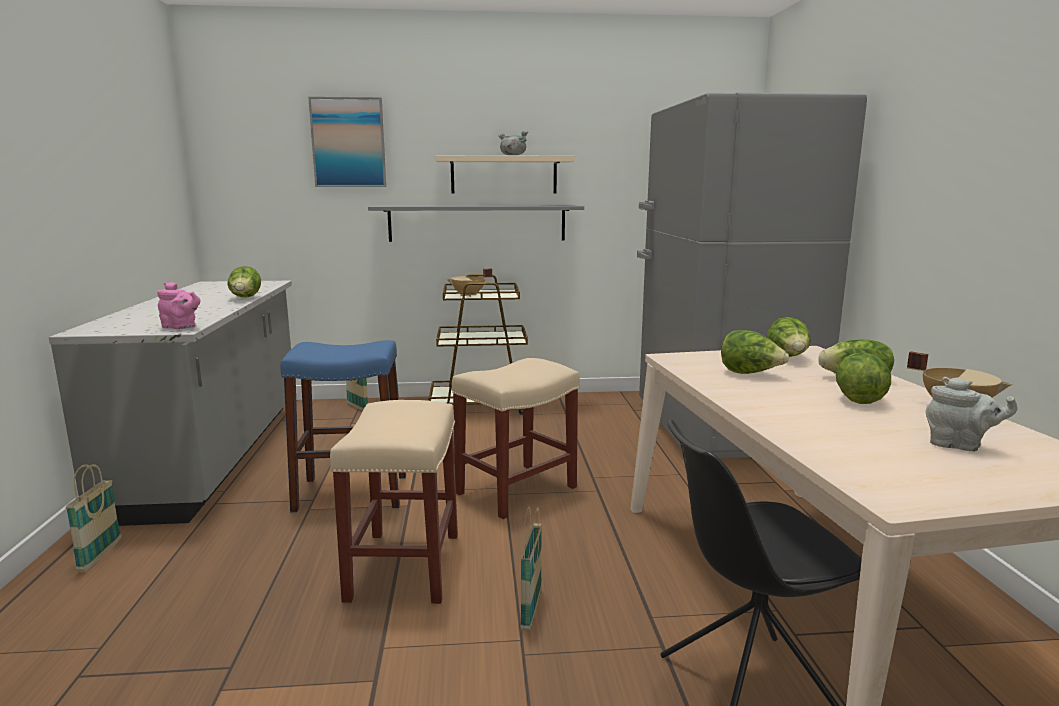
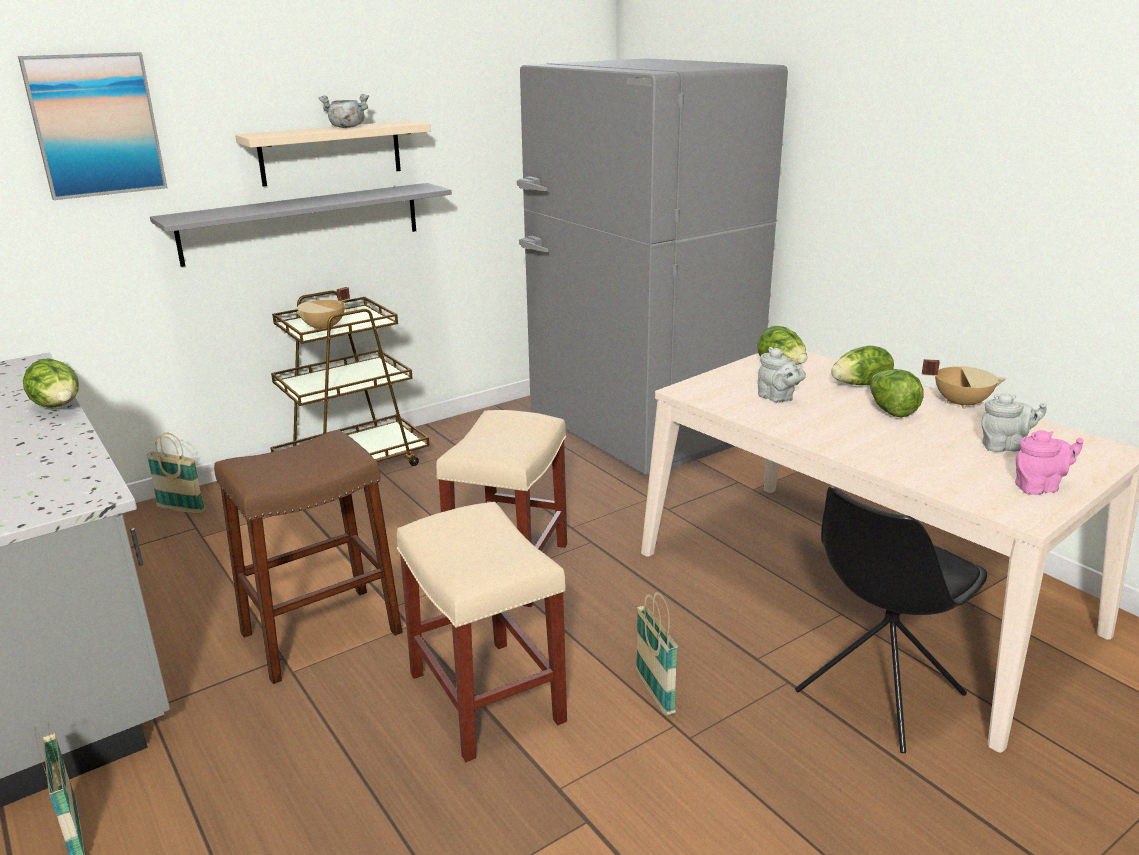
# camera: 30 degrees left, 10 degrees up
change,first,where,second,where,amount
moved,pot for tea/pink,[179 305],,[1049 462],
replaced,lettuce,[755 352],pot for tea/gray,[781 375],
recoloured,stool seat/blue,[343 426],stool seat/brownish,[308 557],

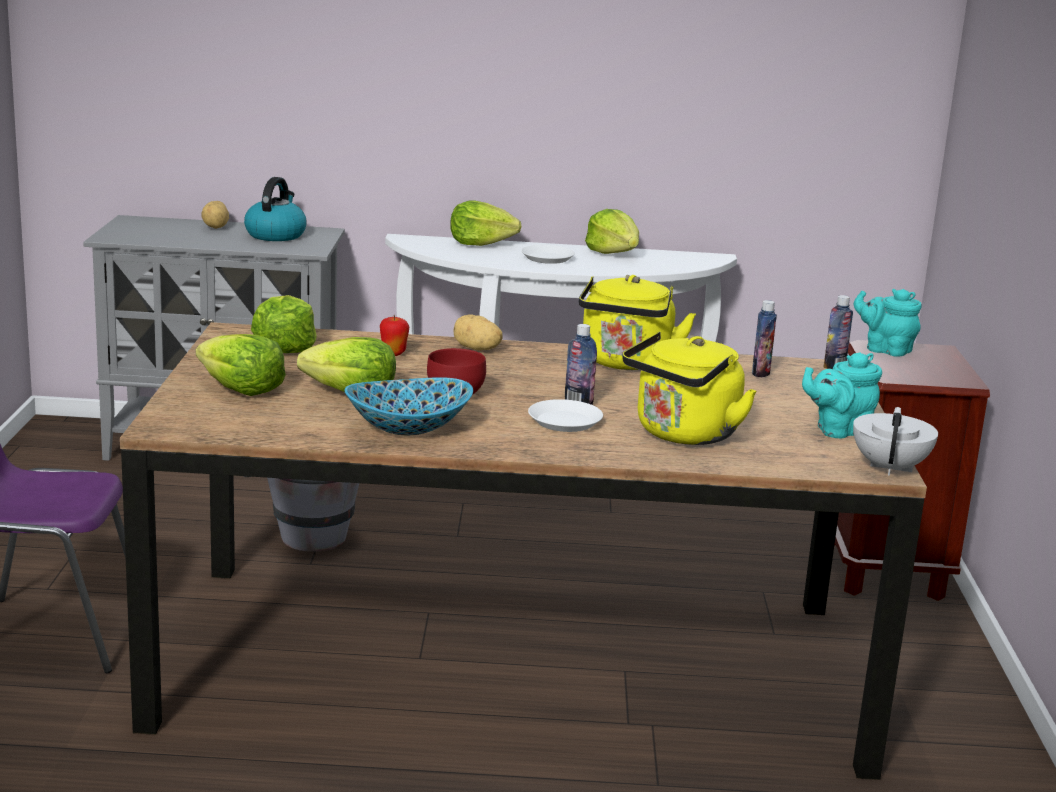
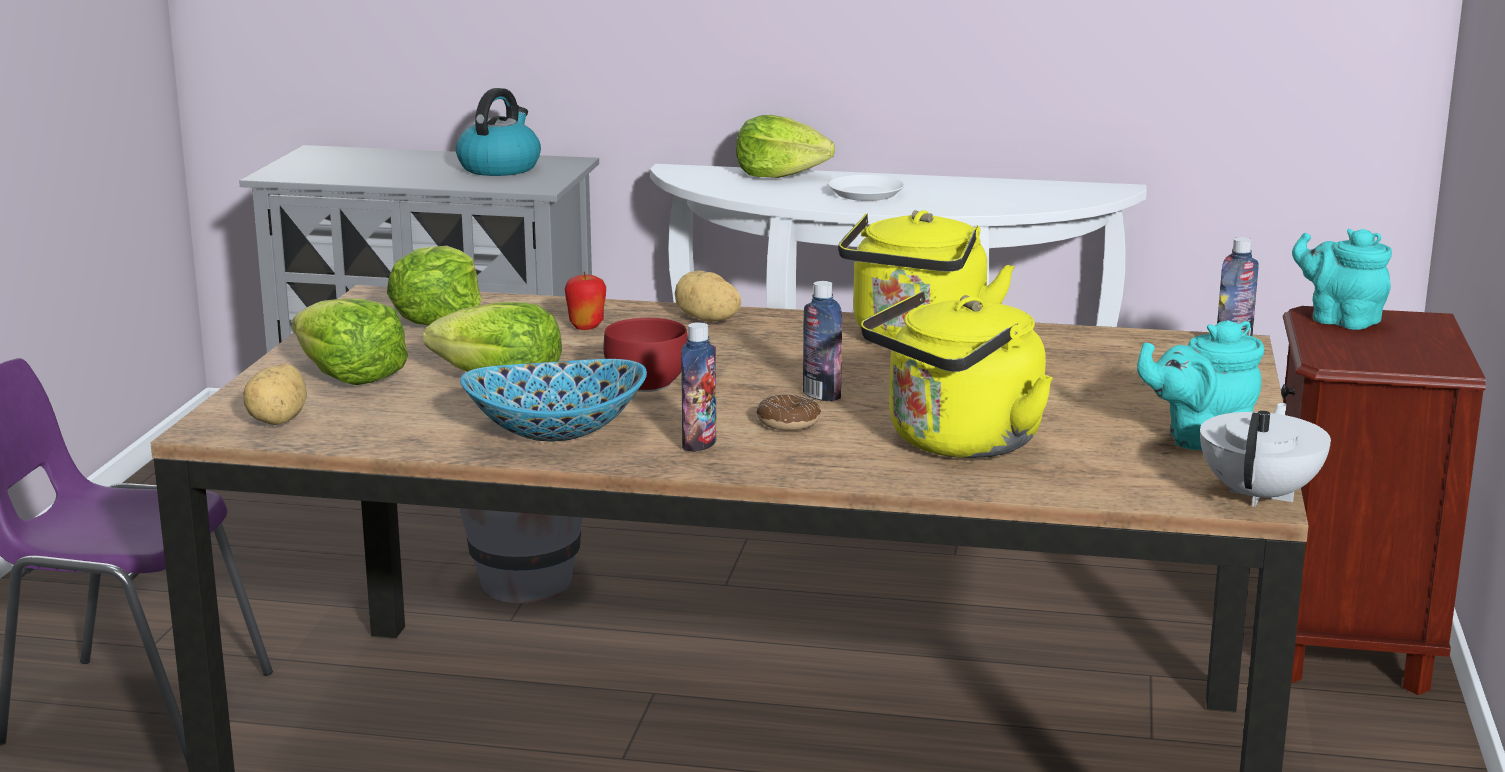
# camera: 10 degrees right, 0 degrees up
change,first,where,second,where,amount
moved,spud,[215 215],,[275 394],
removed,lettuce,[612 231],,,
moved,beverage bottle,[764 339],,[699 387],
replaced,dinner plate/white,[565 415],ring doughnut,[788 413],

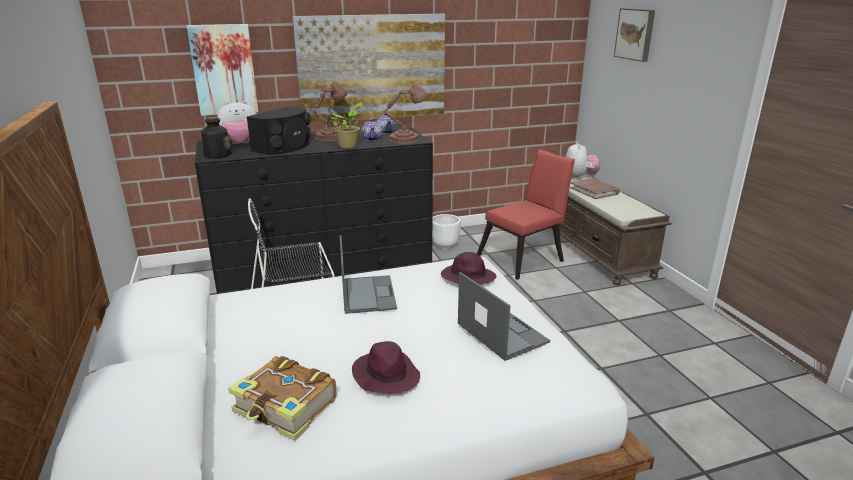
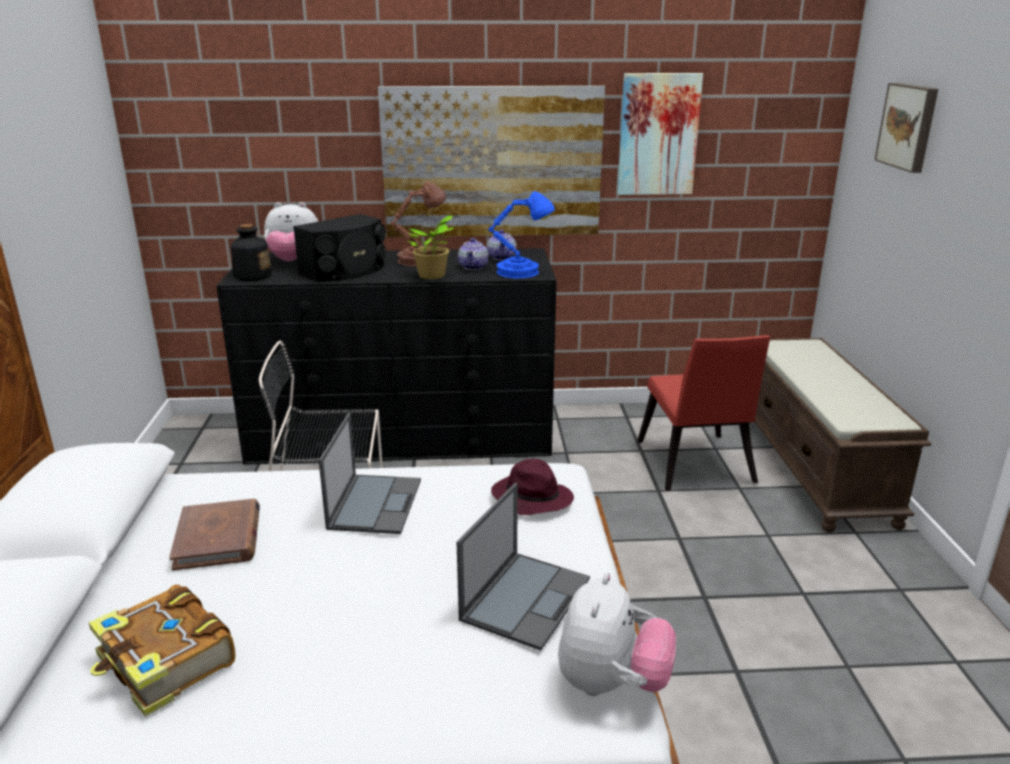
# camera: 15 degrees right, 0 degrees up
change,first,where,second,where,amount
moved,picture,[222 70],,[660 134],
recoloured,table lamp/brownish,[406 114],table lamp/blue,[521 234],
moved,plush toy,[583 161],,[617 634],
turned,plain chair/reddish,[526 214],,[703 413],105 degrees clockwise
moved,bound book/brownish,[595 188],,[214 535],
removed,planter/white,[446 231],,,
turned,notebook computer,[504 316],,[523 567],45 degrees clockwise
removed,clothing hat/purple-coloured,[386 367],,,

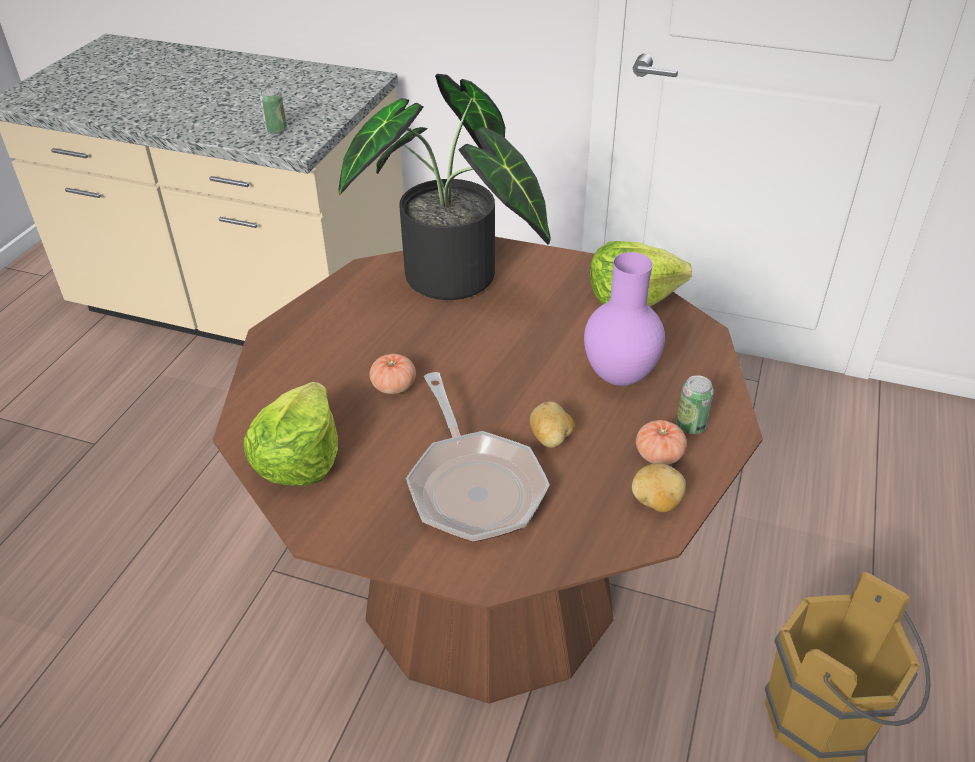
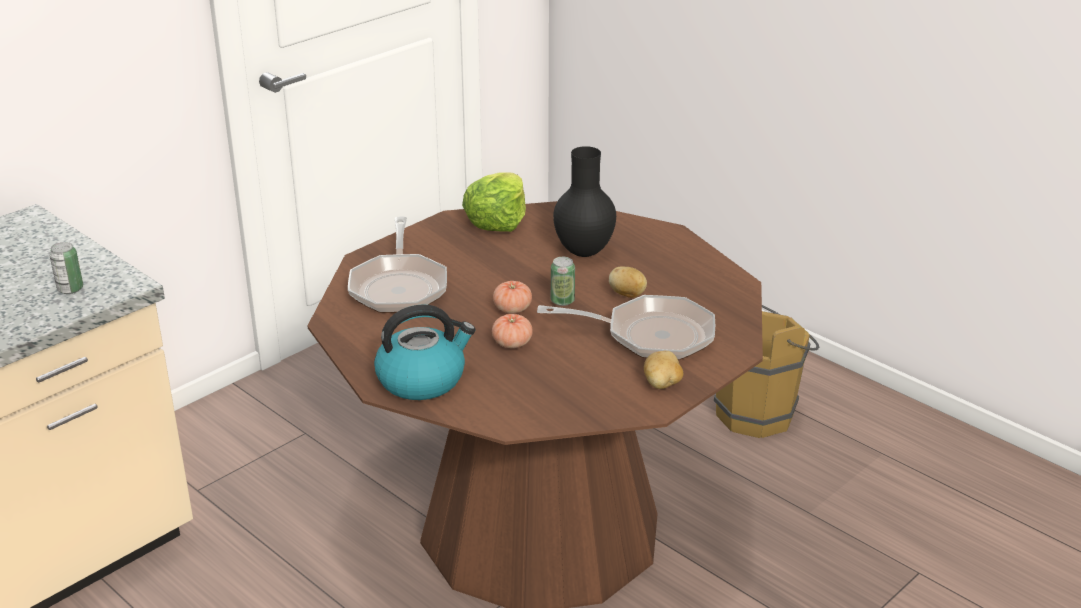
# camera: 65 degrees left, 10 degrees down
change,first,where,second,where,amount
replaced,plant in a pot,[444 187],pan,[397 264],
recoloured,decorative vase/purple-coloured,[624 319],decorative vase/black,[584 201],
moved,can,[695 404],,[563 281],
removed,lettuce,[291 434],,,
moved,fresh tomato,[661 442],,[512 297],
moved,spud,[659 487],,[663 370],
added,,,water kettle,[425 352],

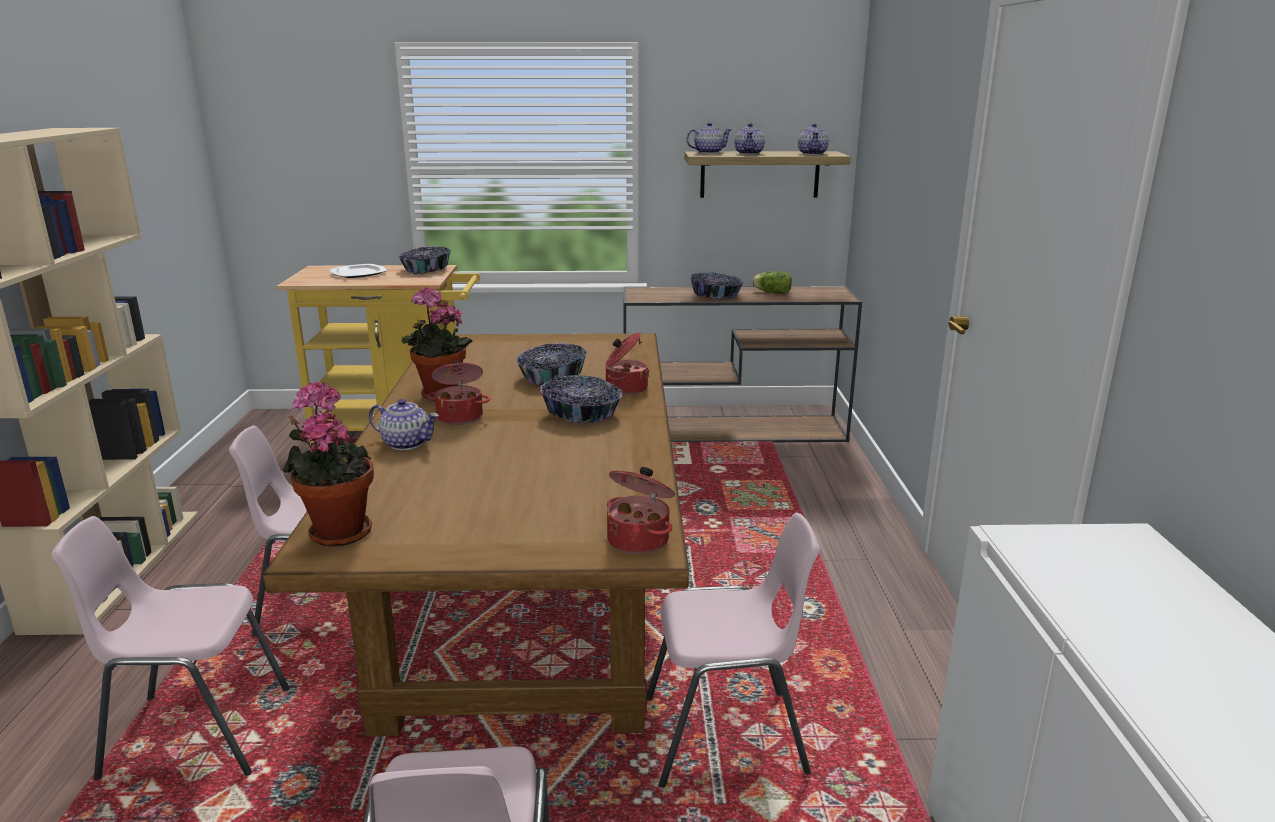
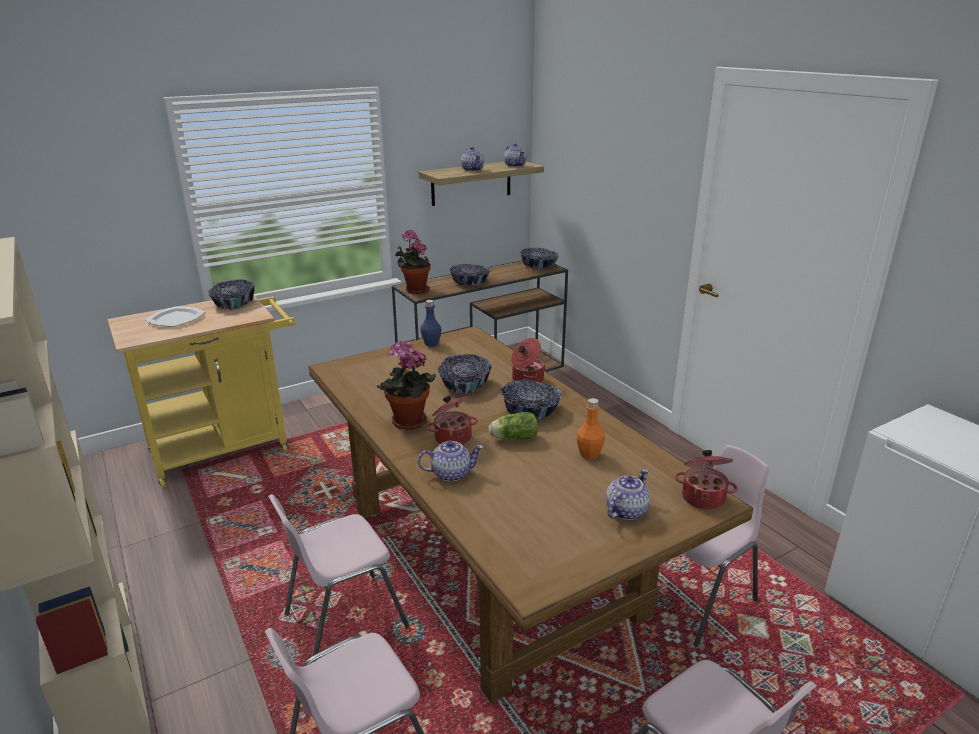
# camera: 30 degrees left, 5 degrees up
change,first,where,second,where,amount
moved,pot for tea,[708 138],,[628 494],
moved,lettuce,[772 282],,[513 426],
moved,plant in a pot,[328 464],,[413 262],
added,,,deep dish,[539 258],
added,,,beverage bottle/blue,[431 323],
added,,,beverage bottle/orange,[591 429],

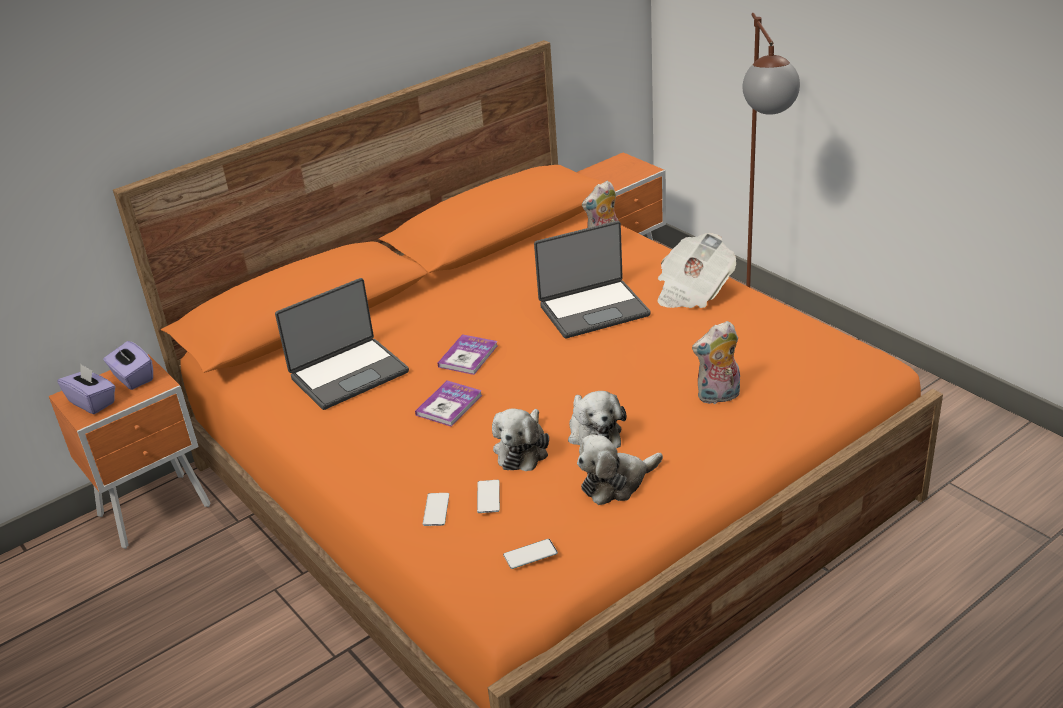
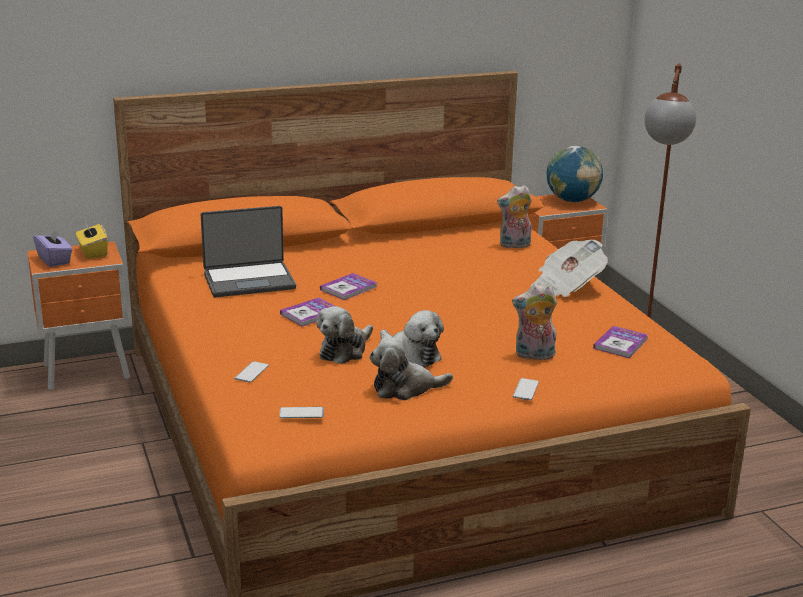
# camera: 15 degrees right, 10 degrees down
change,first,where,second,where,amount
removed,notebook computer,[592 280],,,
recoloured,tissue holder/purple-coloured,[128 365],tissue holder/yellow-coloured,[92 240],
turned,plush toy,[597 419],,[412 338],45 degrees counterclockwise
moved,telephone,[488 496],,[526 389],
added,,,globe,[575 174],
added,,,bound book,[620 342],

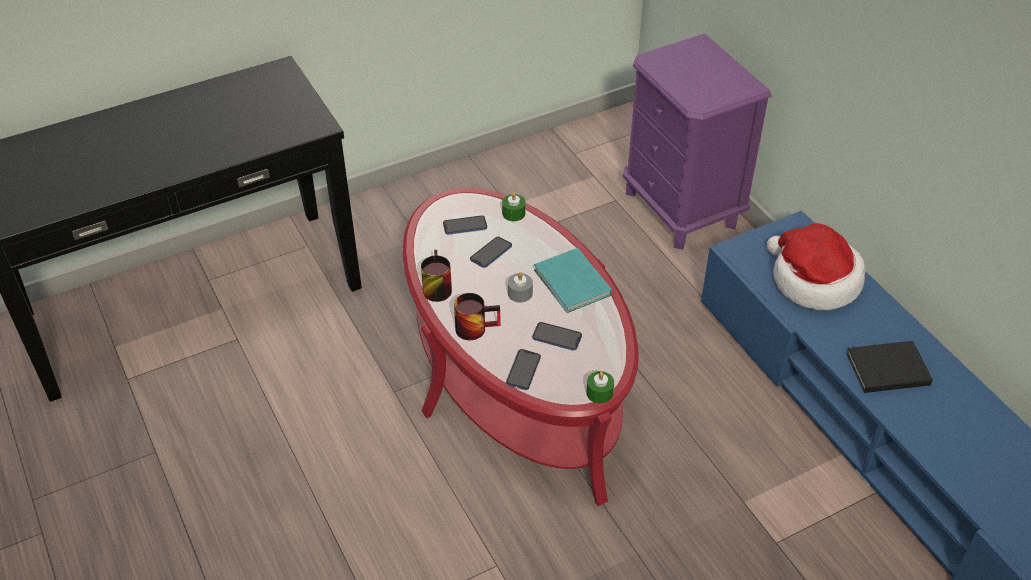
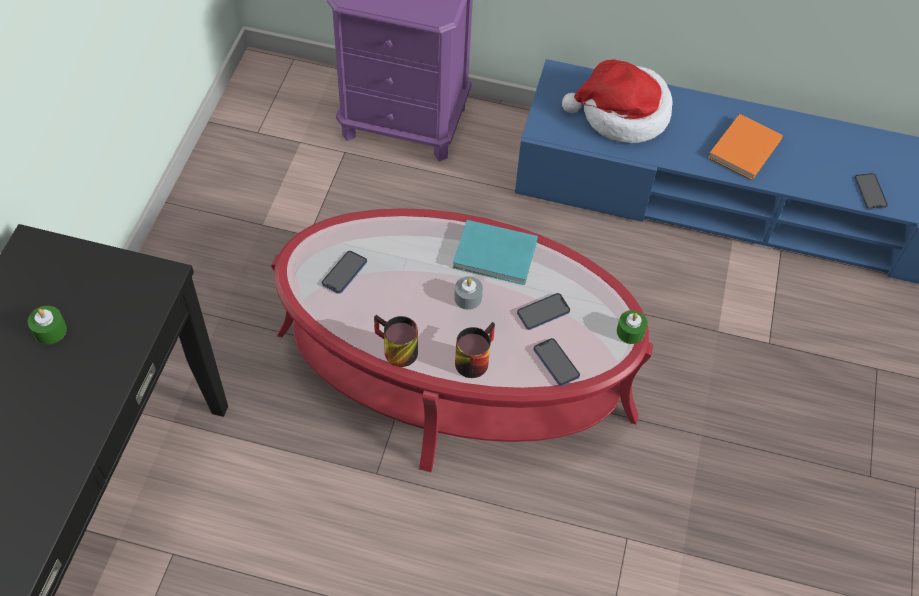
# camera: 50 degrees left, 10 degrees up
change,first,where,second,where,amount
moved,candle/green-coloured,[514 206],,[47 325],
moved,telephone,[491 252],,[871 191],
recoloured,bound book/black,[889 367],bound book/orange,[745 147],

